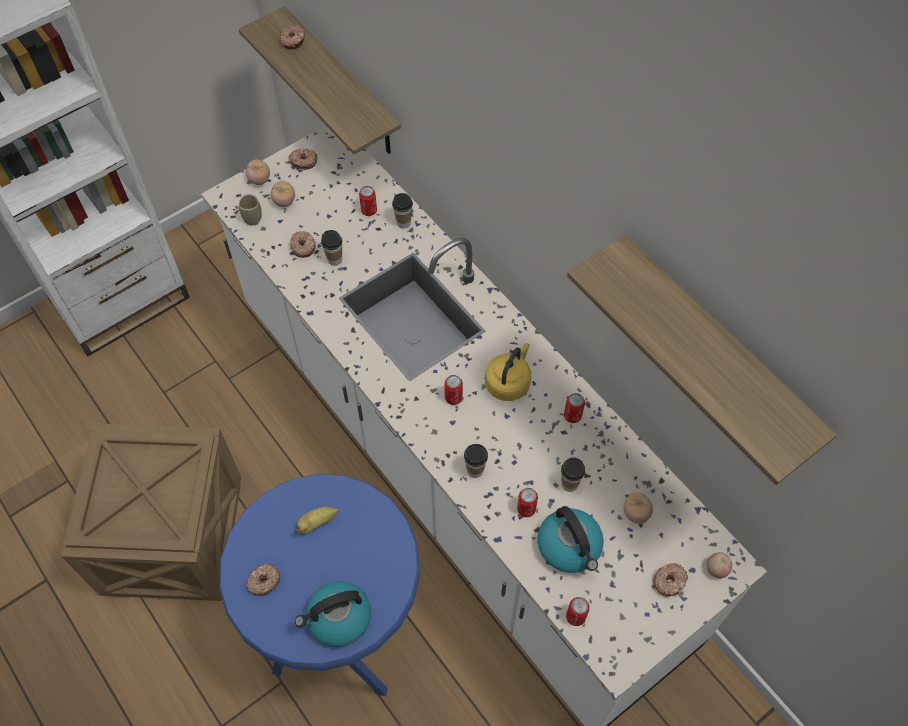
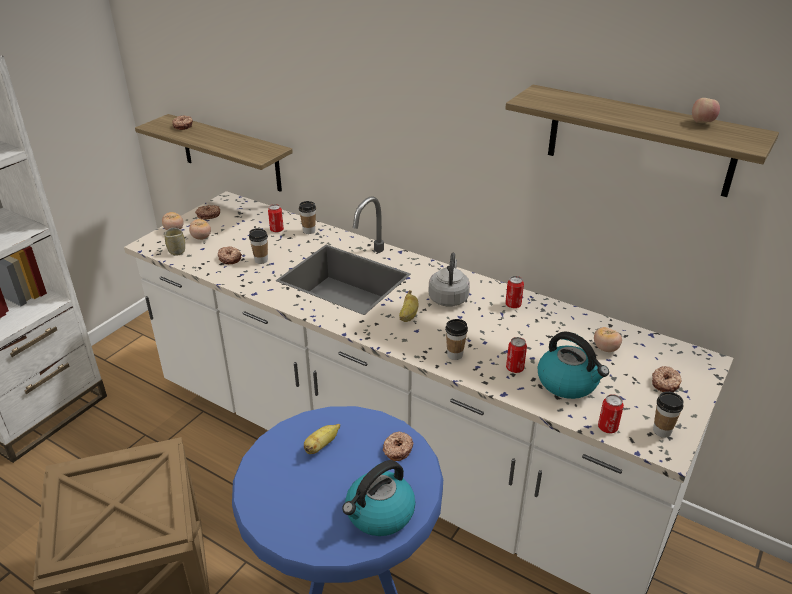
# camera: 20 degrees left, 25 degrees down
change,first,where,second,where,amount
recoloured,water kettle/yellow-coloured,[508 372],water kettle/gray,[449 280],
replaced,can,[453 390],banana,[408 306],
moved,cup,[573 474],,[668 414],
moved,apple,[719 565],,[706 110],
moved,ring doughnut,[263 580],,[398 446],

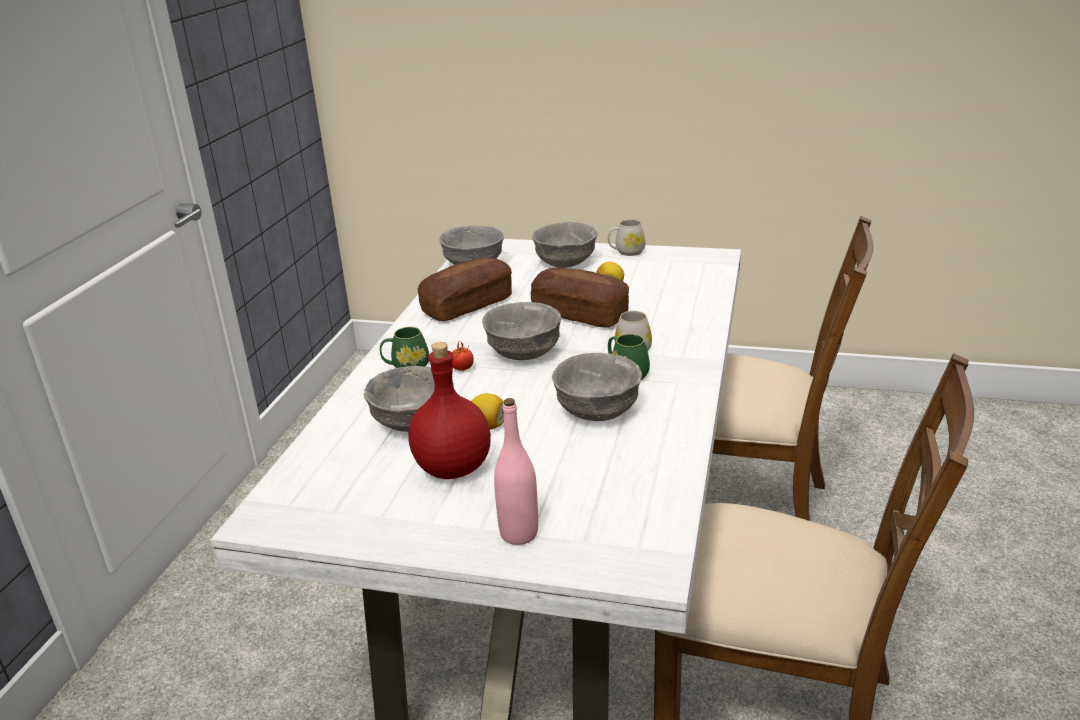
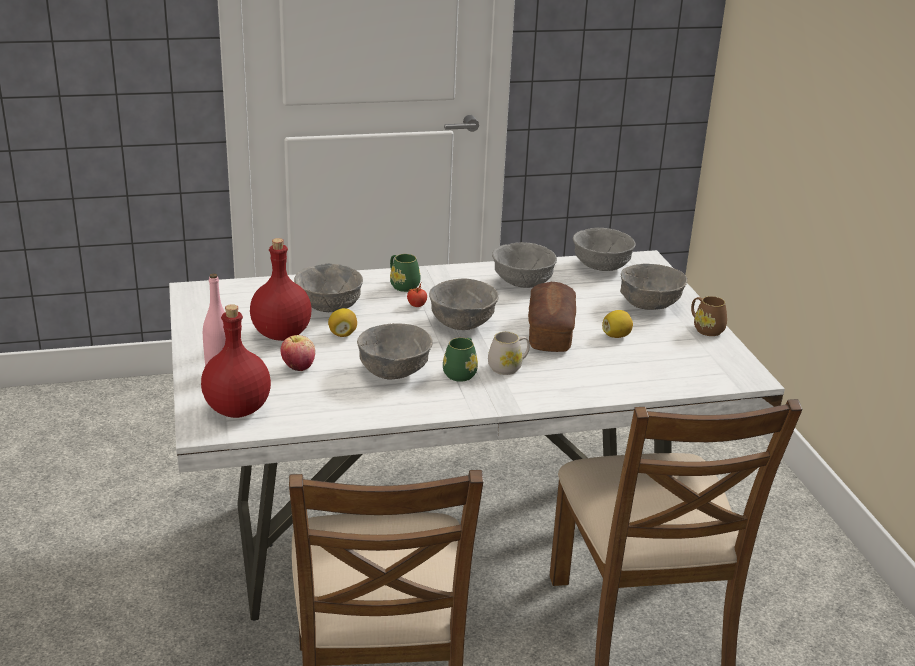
# camera: 60 degrees right, 0 degrees up
change,first,where,second,where,amount
recoloured,coffee mug/white,[627 237],coffee mug/brownish,[709 316],
replaced,bakery bread,[464 289],deep dish/gray,[524 265],
added,,,beverage bottle/reddish,[236 361],
added,,,apple,[298 353],

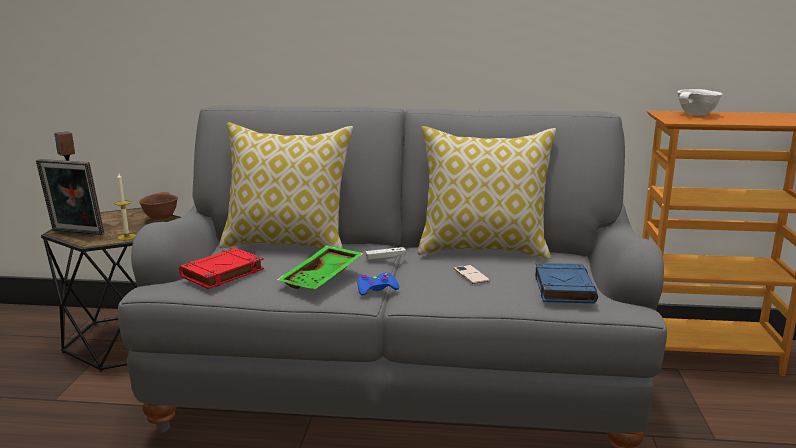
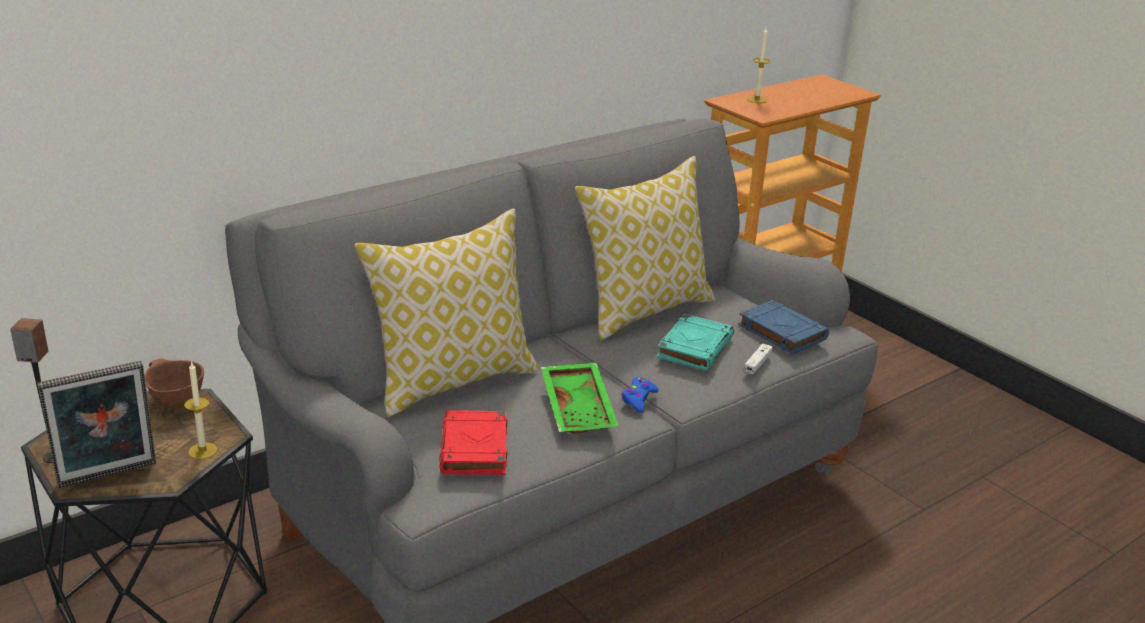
# camera: 45 degrees left, 10 degrees up
change,first,where,second,where,amount
replaced,deep dish/white,[700 102],candle,[758 65],
moved,joypad/white,[385 254],,[758 359],
replaced,telephone,[471 274],bound book/turquoise-coloured,[695 342],

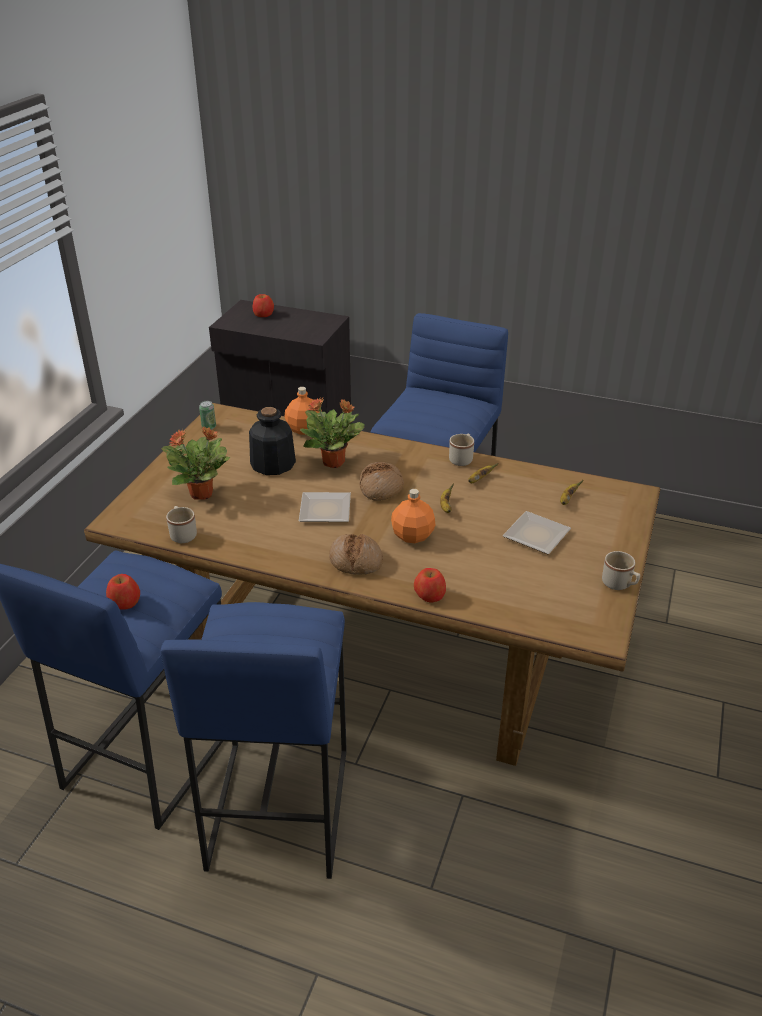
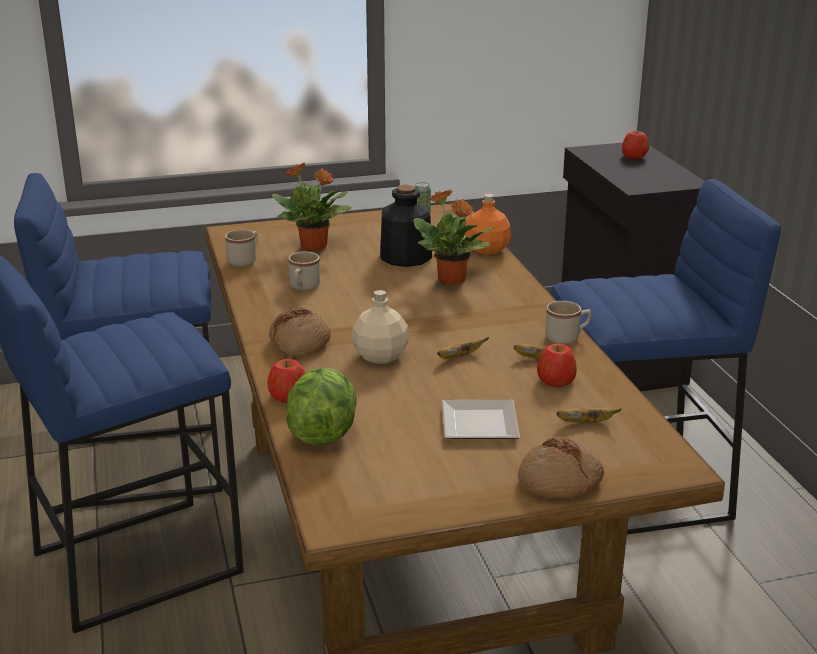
# camera: 55 degrees right, 10 degrees down
change,first,where,second,where,amount
moved,bakery bread,[381 481],,[561 467],
recoloured,beverage bottle/orange,[413 516],beverage bottle/beige-coloured,[380 327],
removed,dinner plate,[325 507],,,
moved,coffee mug/beige-coloured,[621 570],,[304 271],
moved,apple,[123 592],,[557 365],
added,,,lettuce,[321 407],

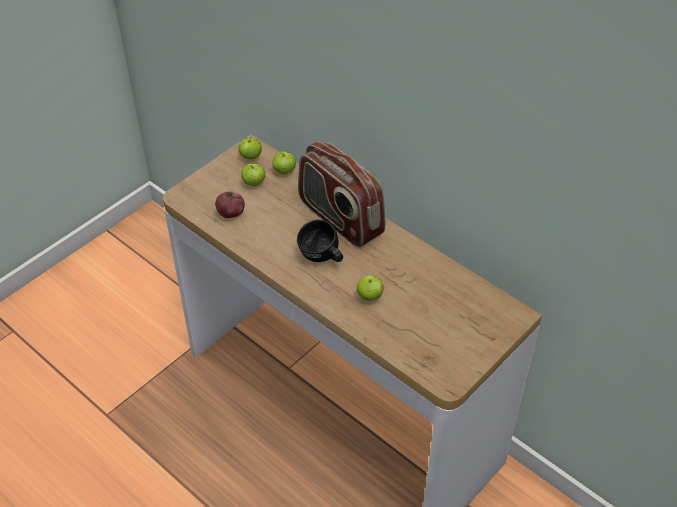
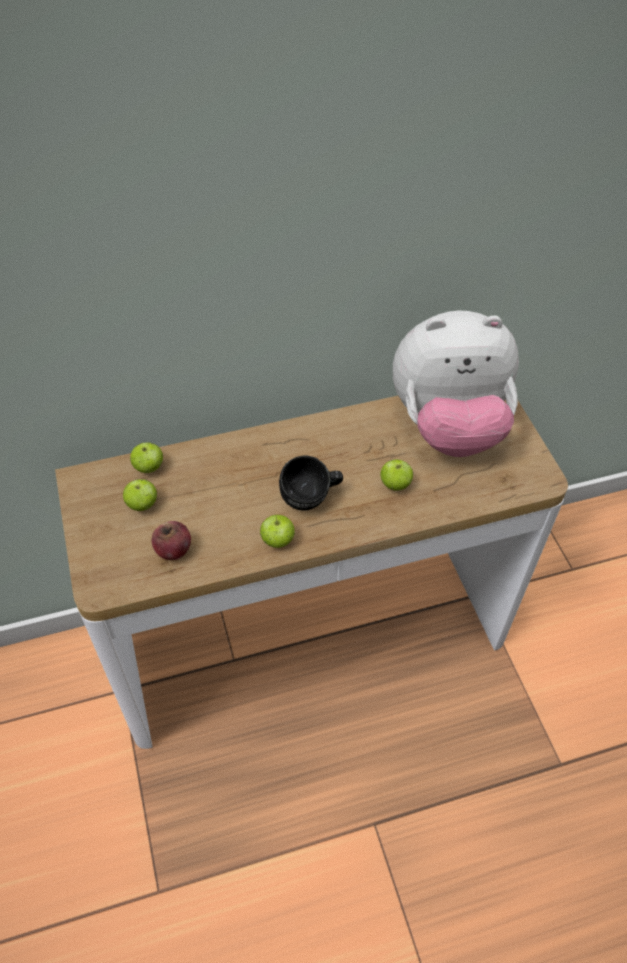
# camera: 60 degrees left, 5 degrees up
change,first,where,second,where,amount
moved,apple,[250 148],,[277 531],
removed,radio receiver,[341 195],,,
added,,,plush toy,[456 383],

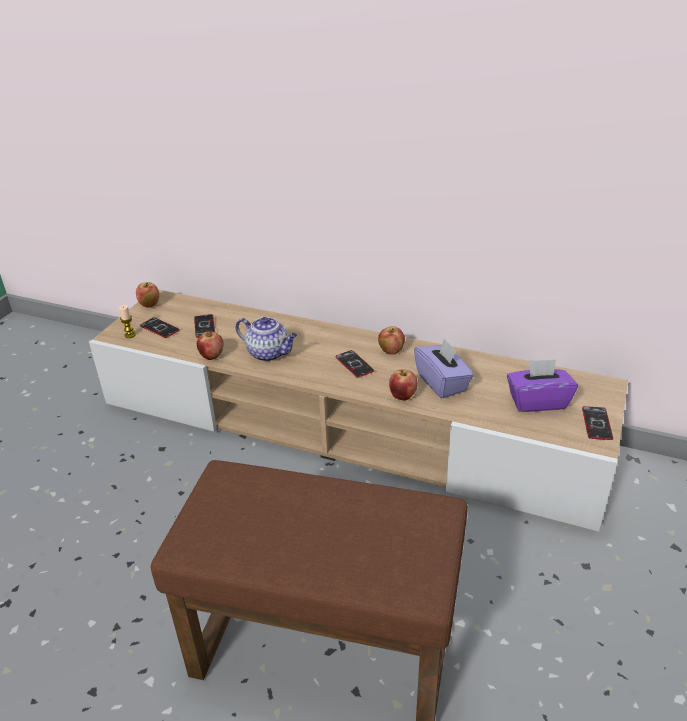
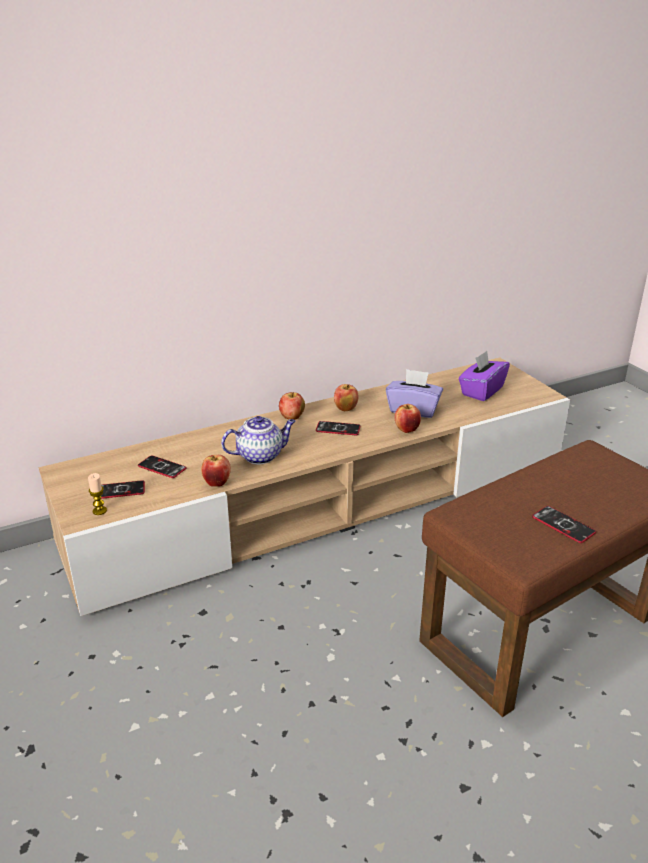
# camera: 50 degrees left, 5 degrees down
change,first,where,second,where,amount
moved,apple,[147 295],,[292 406],
moved,telephone,[597 423],,[564 524],

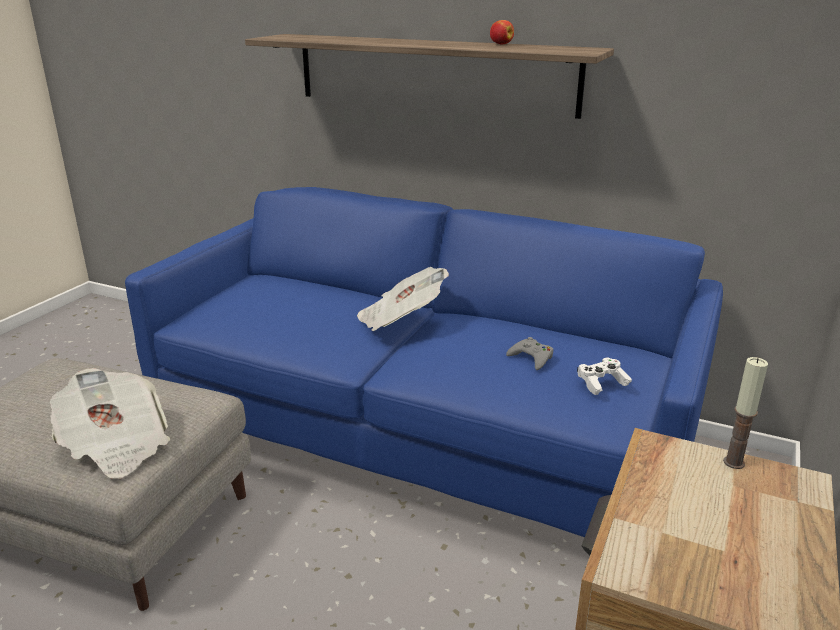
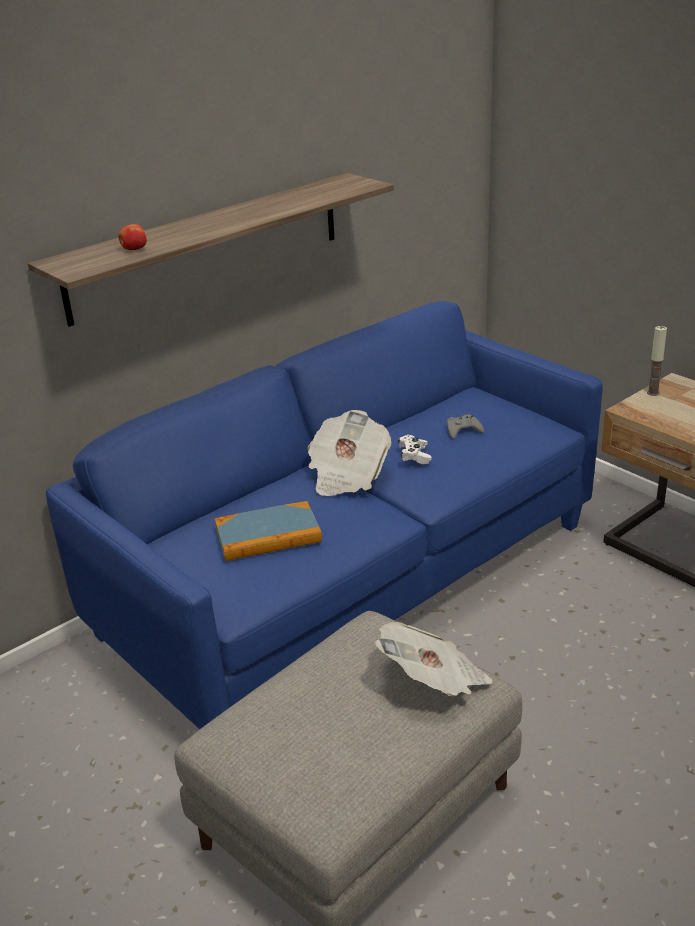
# camera: 65 degrees left, 5 degrees up
change,first,where,second,where,amount
moved,apple,[502 32],,[132 237],
moved,joypad/white,[604 376],,[415 449],
added,,,bound book,[268 531],

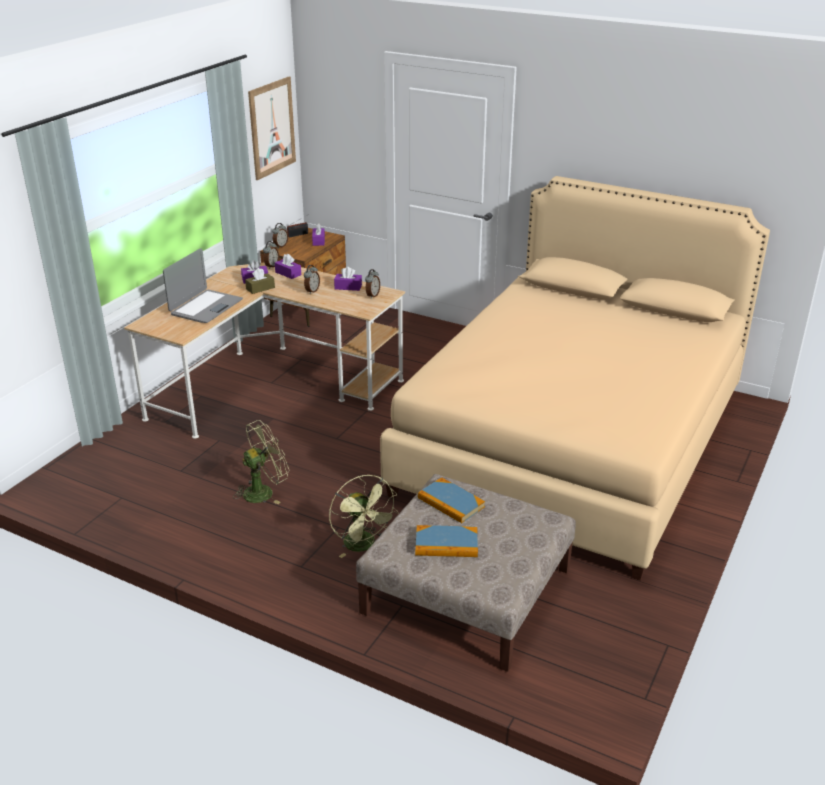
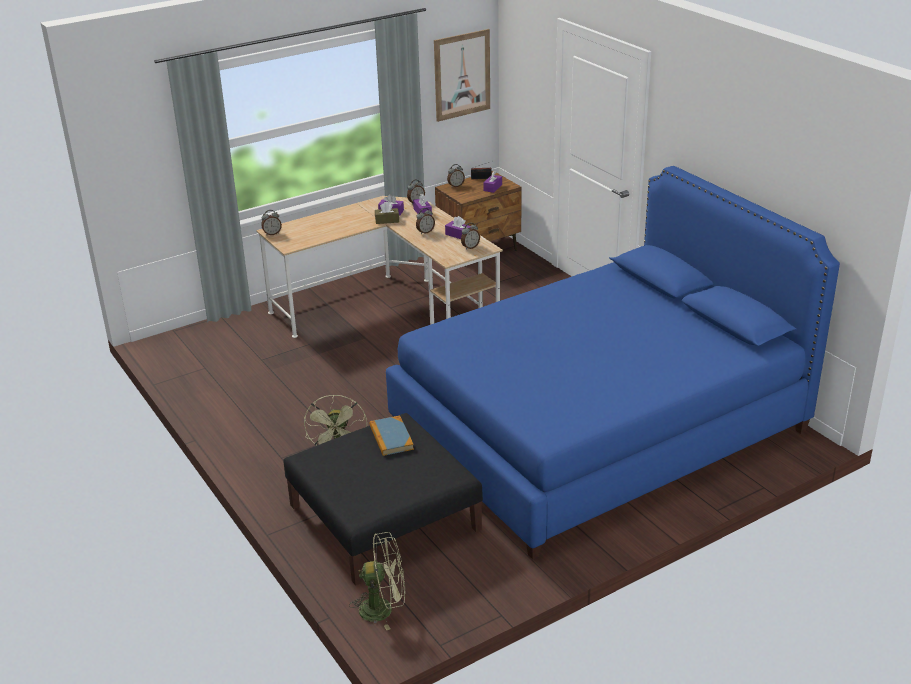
# camera: 30 degrees right, 0 degrees up
change,first,where,second,where,amount
recoloured,bed/beige-coloured,[575 378],bed/blue,[613 363],
removed,notebook computer,[203 285],,,
moved,cooling fan/green-coloured,[261 462],,[377 581],
recoloured,footrest/beige-coloured,[466 573],footrest/black,[383 499],
removed,bound book,[446 541],,,
added,,,alarm clock,[271 223],

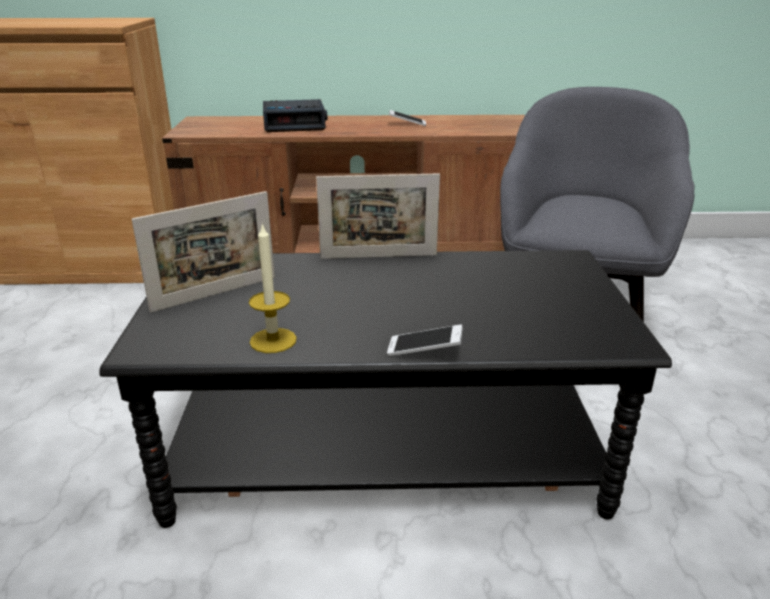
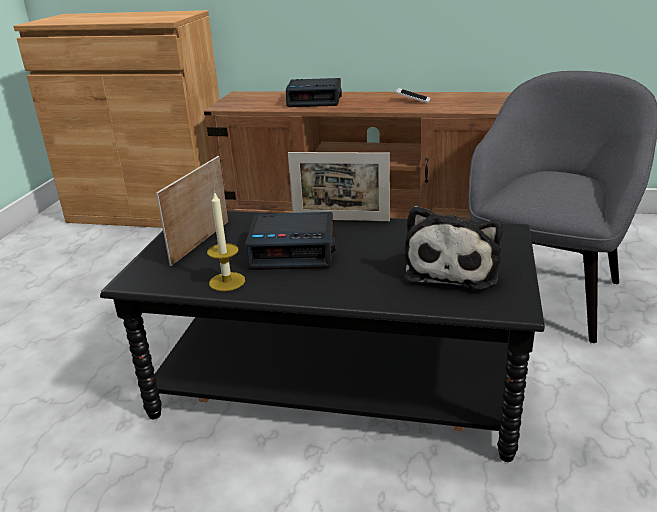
# camera: 15 degrees right, 0 degrees up
change,first,where,second,where,amount
turned,standing frame,[203 252],,[192 211],135 degrees clockwise
removed,telephone,[425 341],,,
added,,,plush toy,[453 248],
added,,,alarm clock,[290 241],

